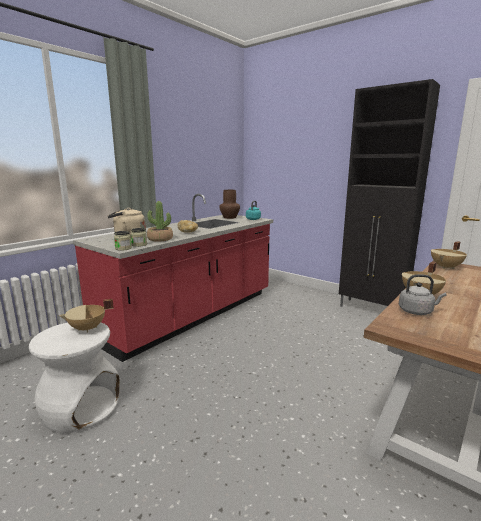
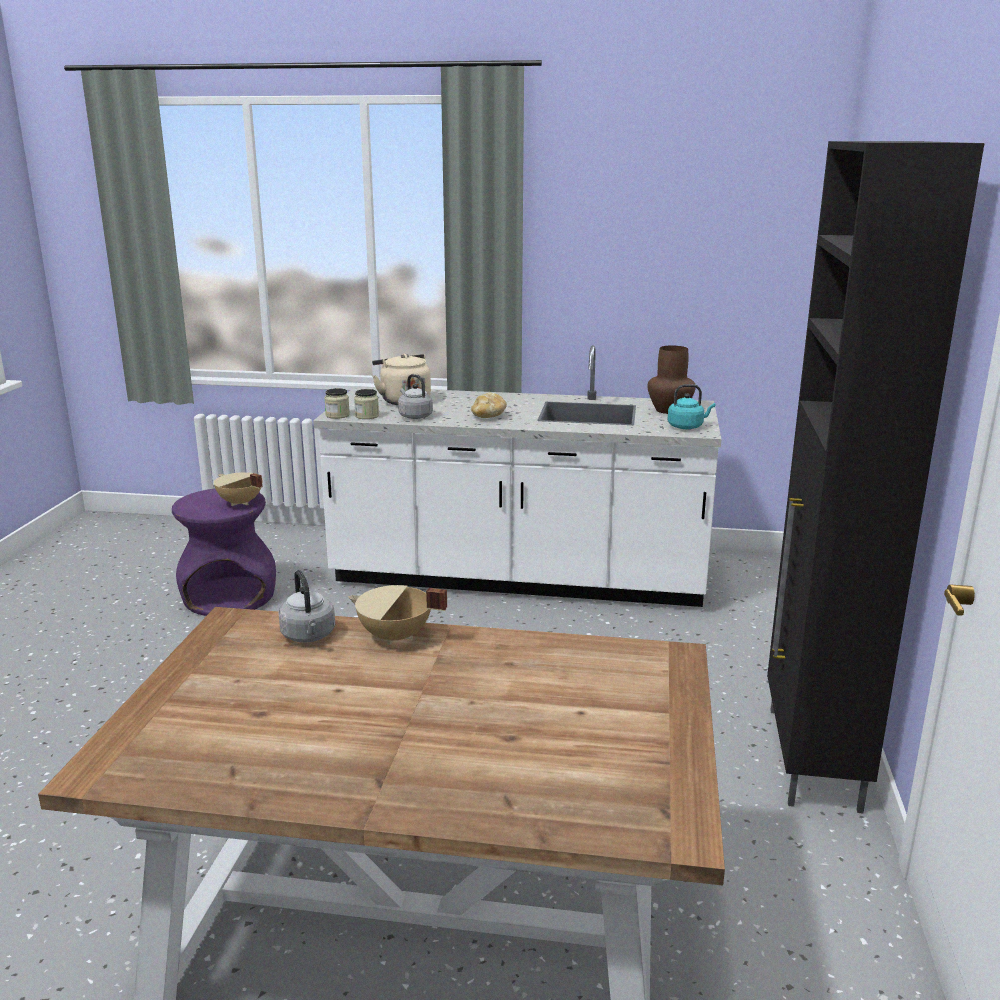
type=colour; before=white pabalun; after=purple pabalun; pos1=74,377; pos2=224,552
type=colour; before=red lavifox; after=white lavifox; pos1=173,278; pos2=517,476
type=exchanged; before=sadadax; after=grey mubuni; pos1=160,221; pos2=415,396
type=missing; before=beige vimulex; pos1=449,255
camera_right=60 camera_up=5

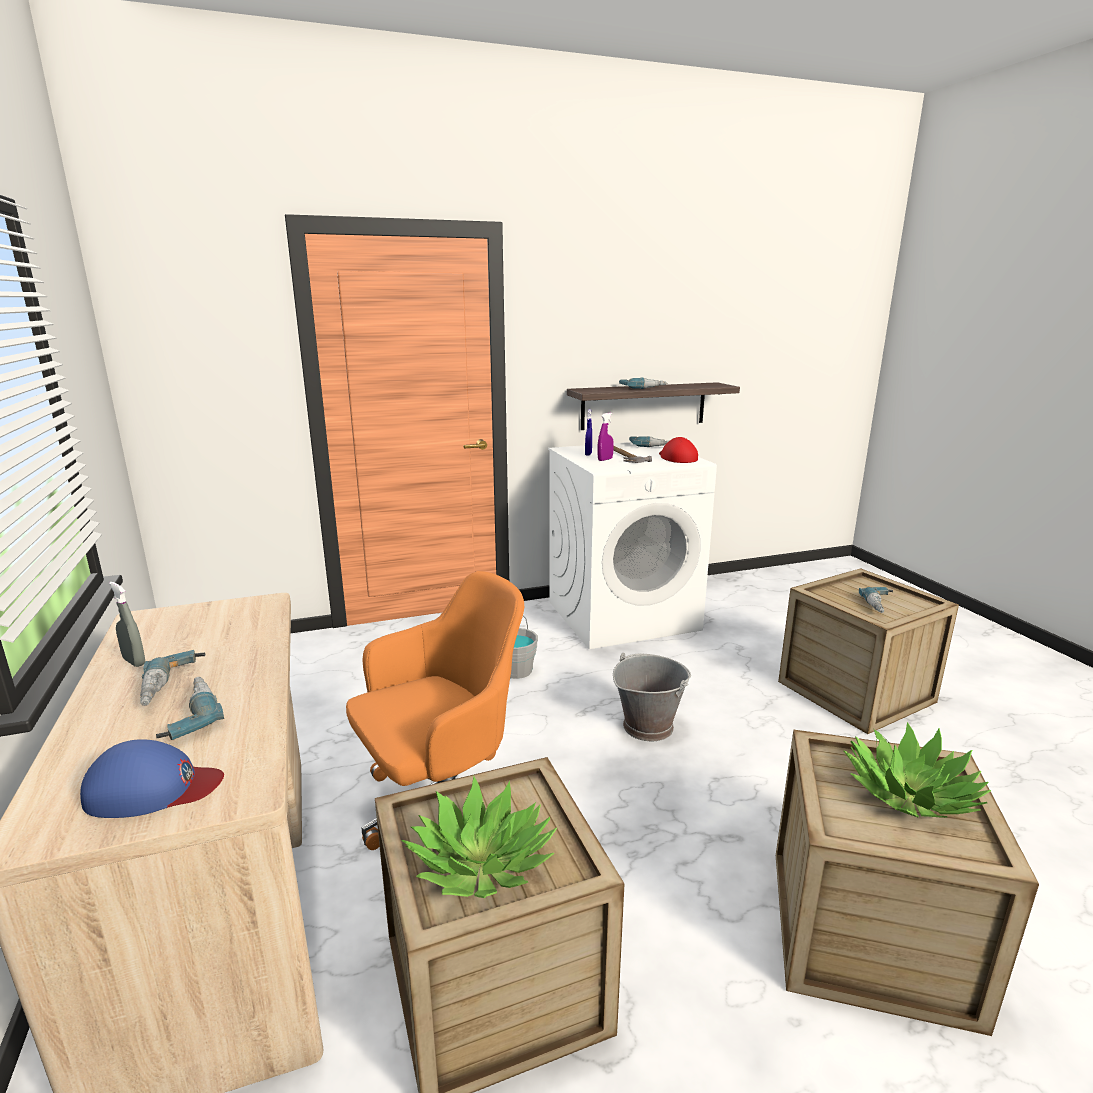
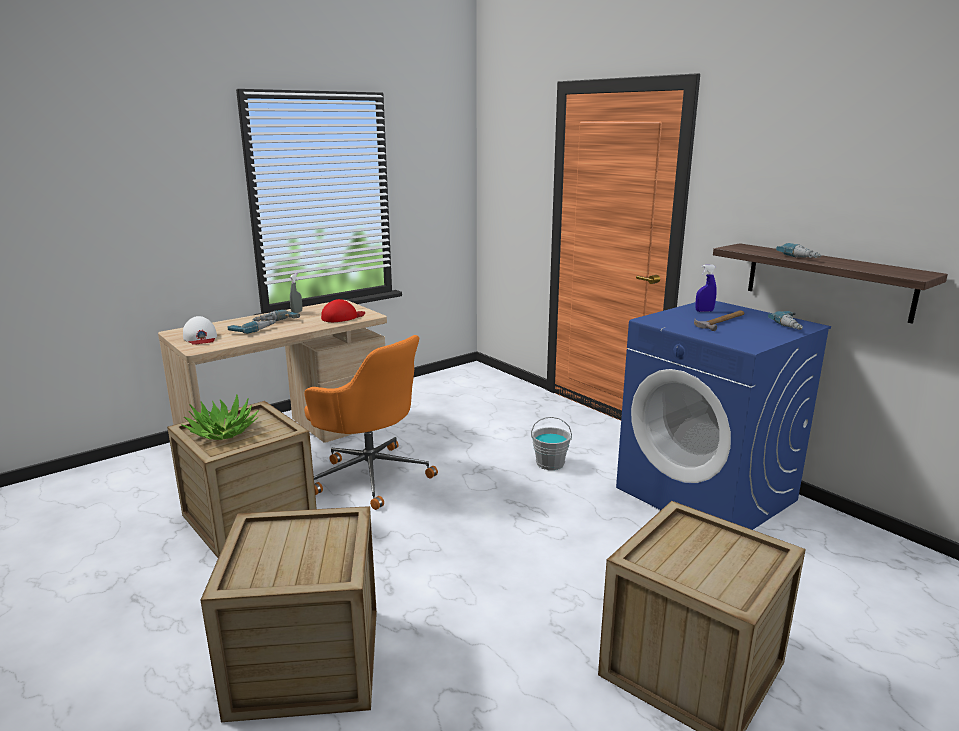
type=colour; before=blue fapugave; after=white fapugave; pos1=152,778; pos2=200,330
type=relocated; before=red fapugave; pos1=678,450; pos2=343,310
type=colour; before=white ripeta; after=blue ripeta; pos1=632,545; pos2=723,415
type=missing; before=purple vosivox; pos1=605,437
type=missing; before=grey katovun; pos1=652,697
type=missing; before=sadadax; pos1=917,770
type=missing; before=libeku; pos1=876,600
camera_right=70 camera_up=0

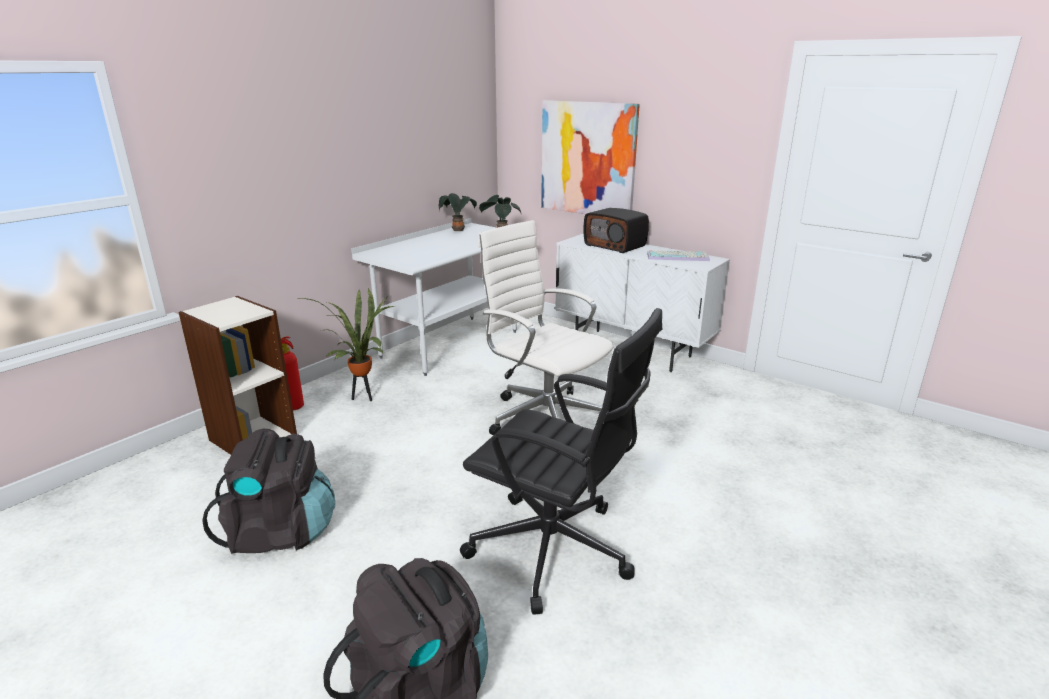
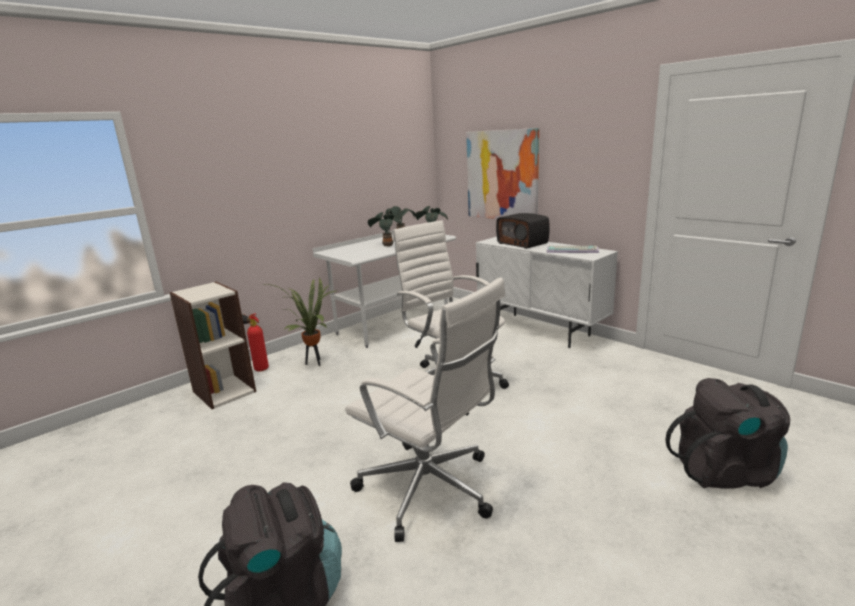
type=colour; before=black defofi; after=white defofi; pos1=561,461; pos2=425,410
type=appeared; after=sadadax; pos2=385,229
type=relocated; before=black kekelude; pos1=268,491; pos2=727,433
camera_right=10 camera_up=-5

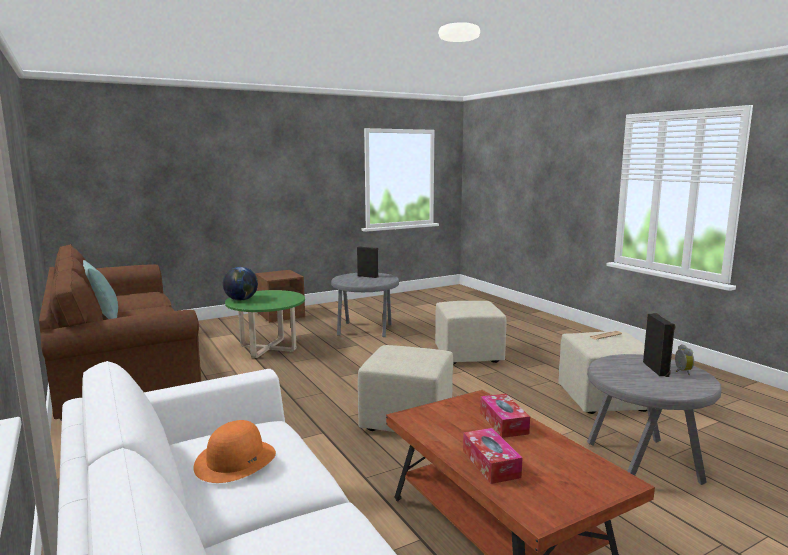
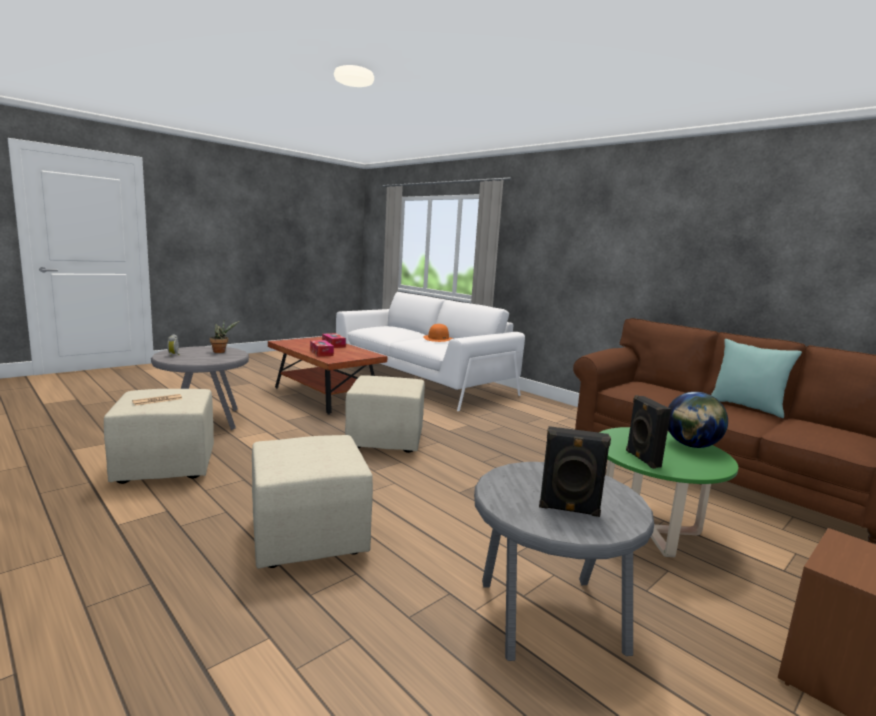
type=appeared; after=sadadax; pos2=225,337
type=relocated; before=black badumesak; pos1=659,345; pos2=648,432
camera_right=165 camera_up=0

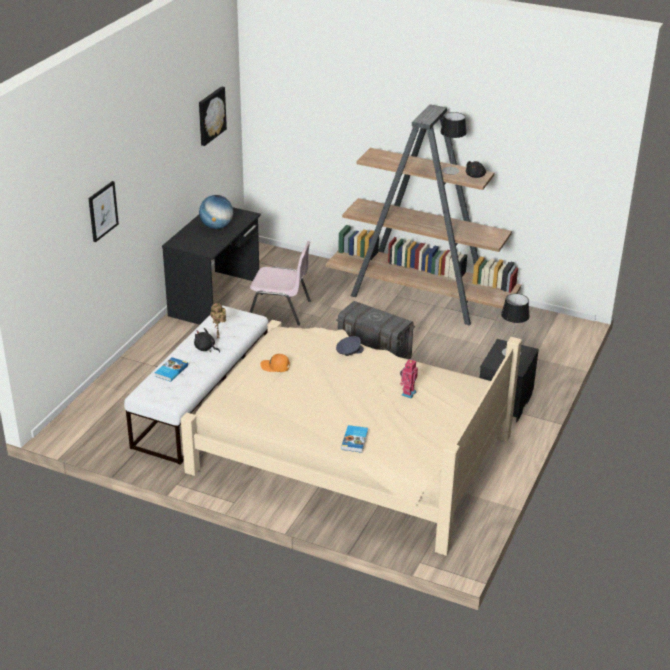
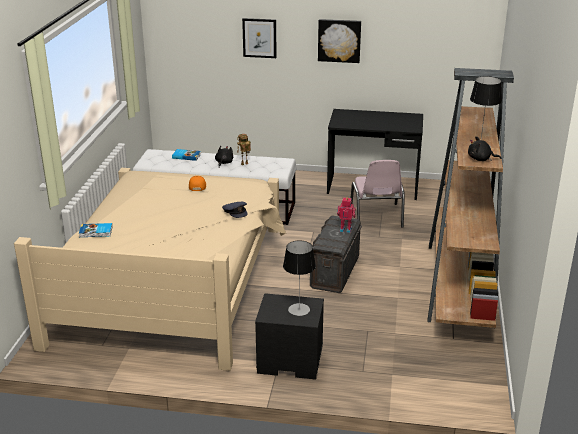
type=relocated; before=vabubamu; pos1=213,116; pos2=339,41
type=relocated; before=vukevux; pos1=409,378; pos2=346,215
type=missing; before=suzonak; pos1=216,212
camera_right=75 camera_up=-5

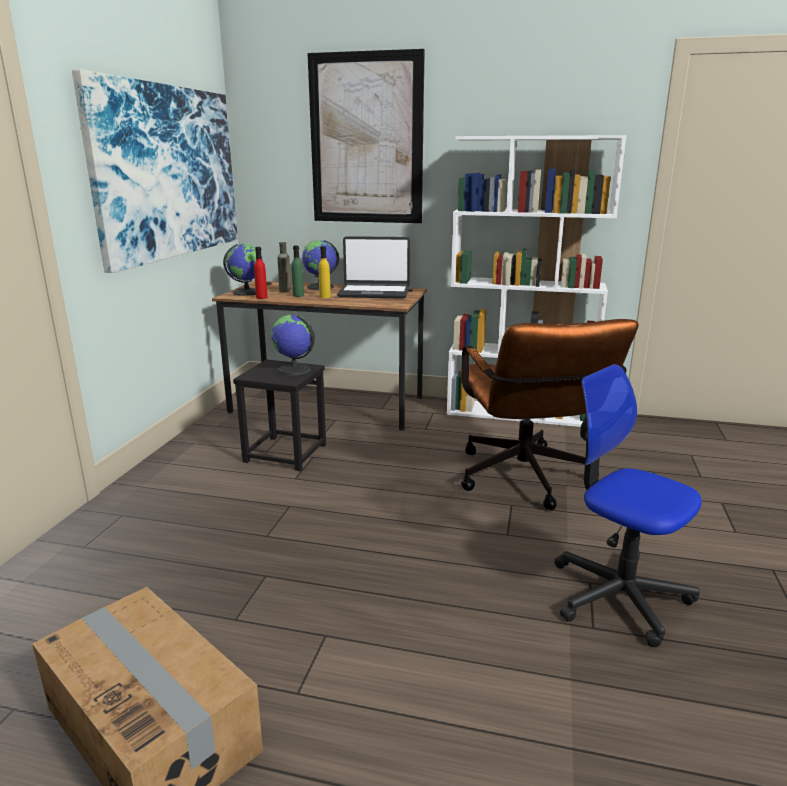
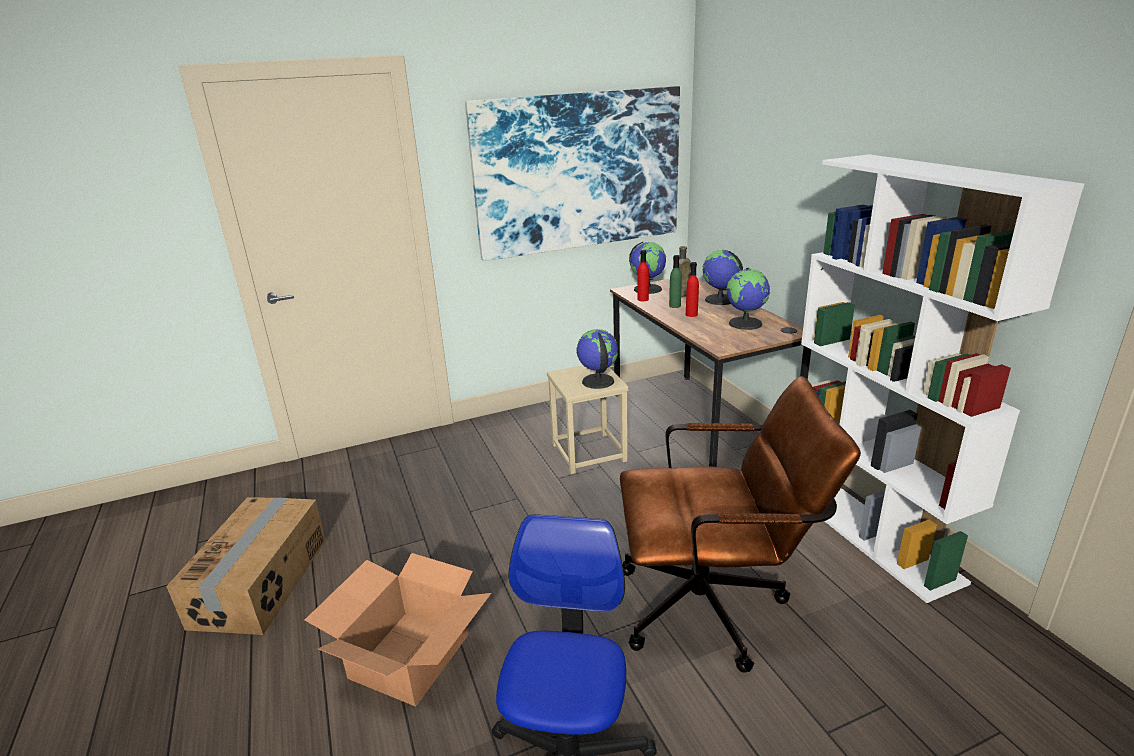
type=appeared; after=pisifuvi; pos2=398,629
type=colour; before=black pabalun; after=beige pabalun; pos1=279,415; pos2=588,419
type=spun; before=brown defofi; pos1=549,414; pos2=740,524; turn=-135
type=colour; before=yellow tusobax; after=red tusobax; pos1=324,272; pos2=692,289
type=exchanged; before=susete; after=suzonak; pos1=373,267; pos2=748,299
type=missing; before=vabubamu; pos1=366,136
camera_right=55 camera_up=5

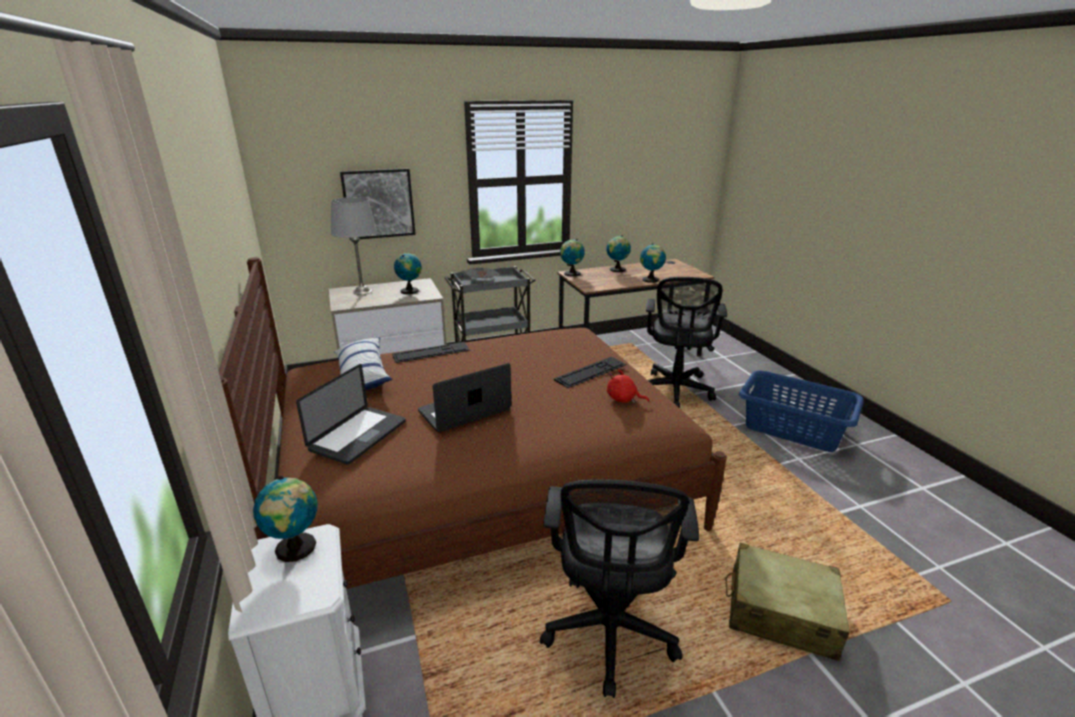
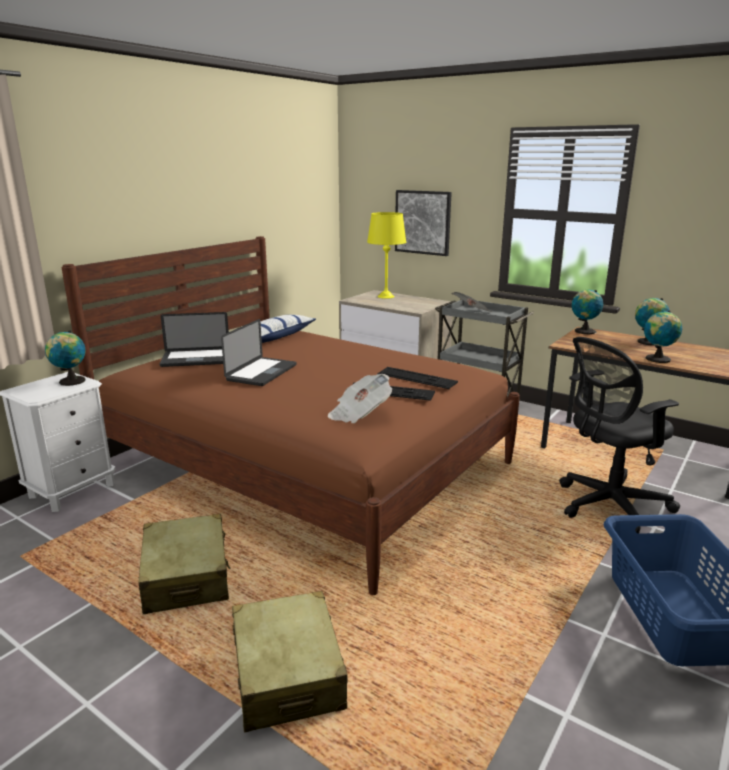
type=exchanged; before=black defofi; after=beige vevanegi; pos1=619,588; pos2=184,564
type=spun; before=susete; pos1=464,397; pos2=259,352; turn=90
type=exchanged; before=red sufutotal; after=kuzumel; pos1=628,386; pos2=360,398
type=colour; before=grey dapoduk; after=yellow dapoduk; pos1=354,246; pos2=386,255
type=relocated; before=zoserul; pos1=431,352; pos2=417,378
type=missing; before=suzonak; pos1=408,273
camera_right=55 camera_up=-5

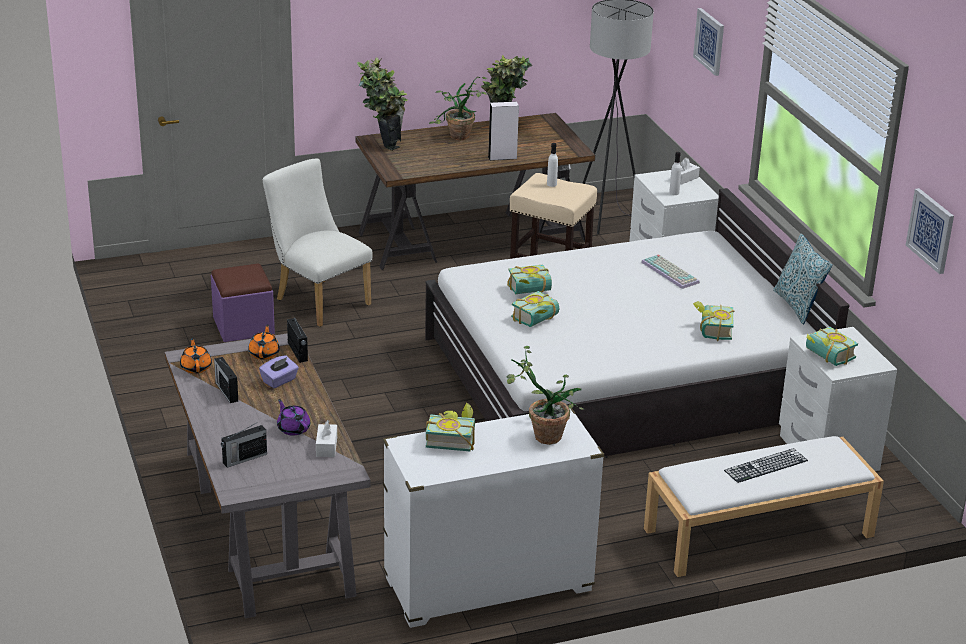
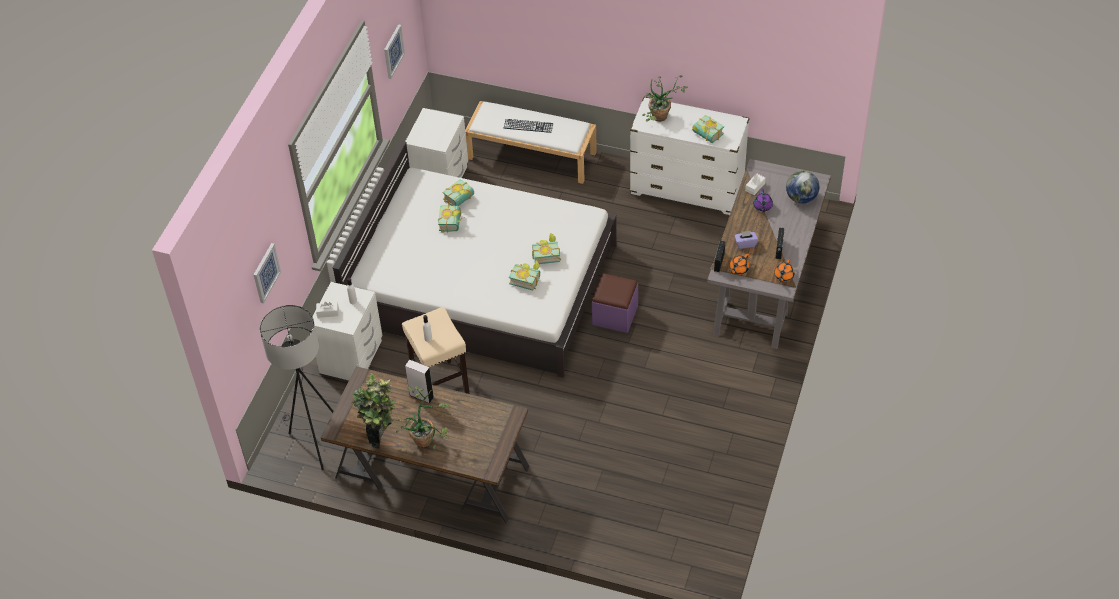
type=relocated; before=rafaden; pos1=832,346; pos2=451,218
type=relocated; before=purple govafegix; pos1=243,303; pos2=615,303
type=exchanged; before=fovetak; after=suzonak; pos1=244,445; pos2=802,187
type=missing; before=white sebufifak; pos1=318,243
type=missing; before=sadadax; pos1=382,104
type=missing; before=zoserul; pos1=670,271
type=missing; before=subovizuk; pos1=802,279
camera_right=-140 camera_up=20

